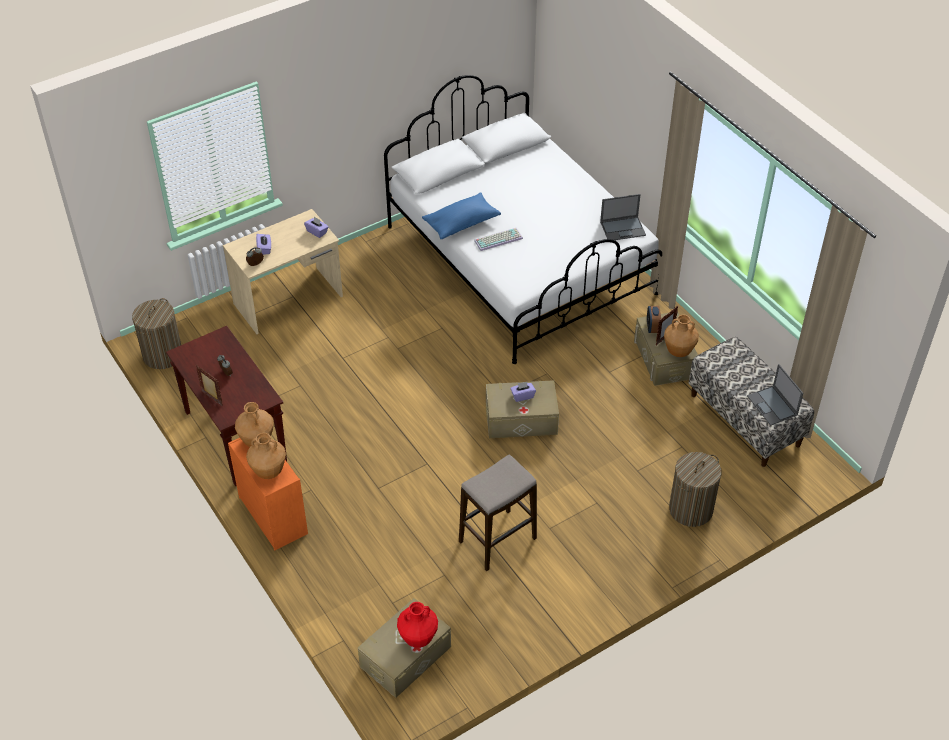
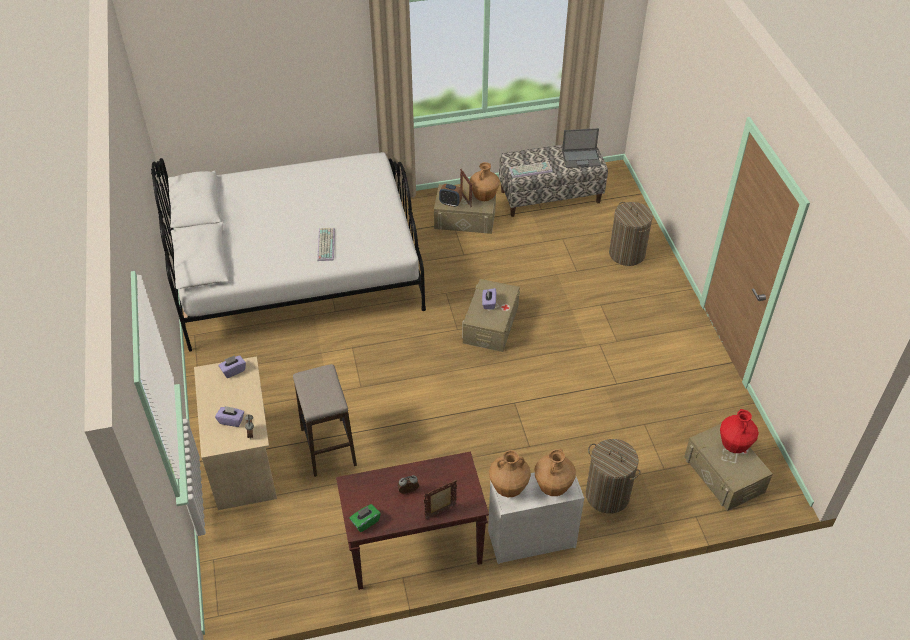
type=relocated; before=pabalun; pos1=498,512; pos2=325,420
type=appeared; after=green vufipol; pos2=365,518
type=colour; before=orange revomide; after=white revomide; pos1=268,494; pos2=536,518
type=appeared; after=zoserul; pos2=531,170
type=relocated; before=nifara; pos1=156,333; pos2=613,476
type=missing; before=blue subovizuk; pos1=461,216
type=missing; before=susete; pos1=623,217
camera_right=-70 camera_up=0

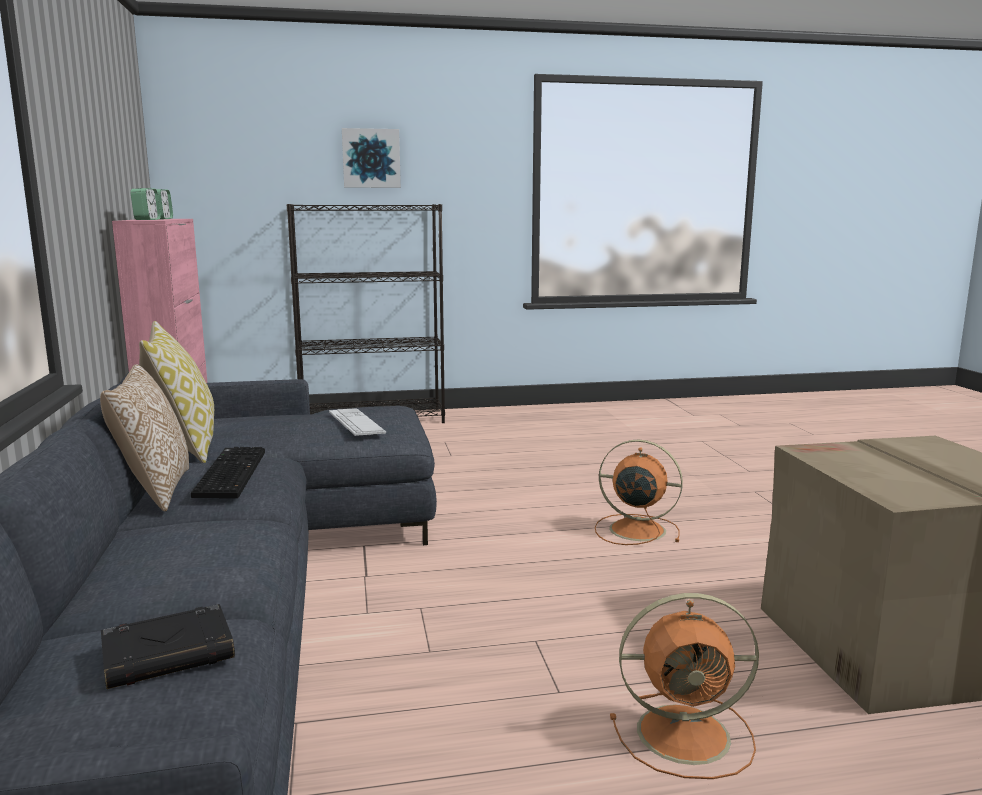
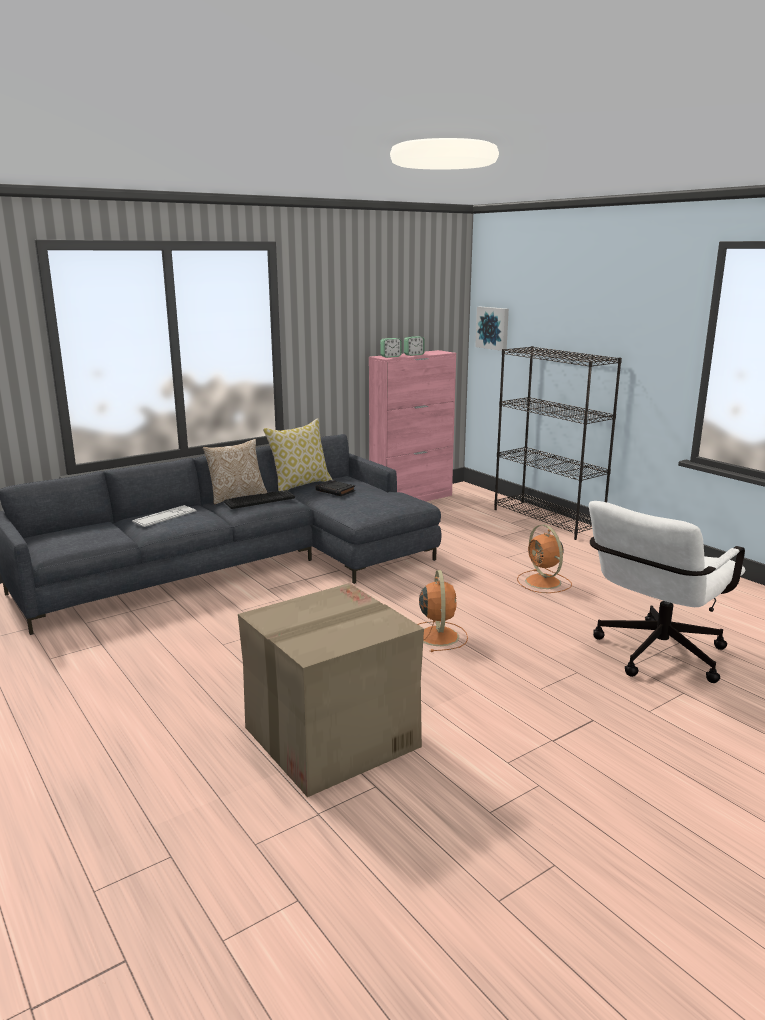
type=relocated; before=zoserul; pos1=357,422; pos2=164,516
type=relocated; before=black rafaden; pos1=168,646; pos2=335,488
type=relocated; before=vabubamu; pos1=371,158; pos2=492,329
type=relocated; before=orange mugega; pos1=684,686; pos2=544,558
type=appeared; after=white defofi; pos2=667,592
camera_right=65 camera_up=5

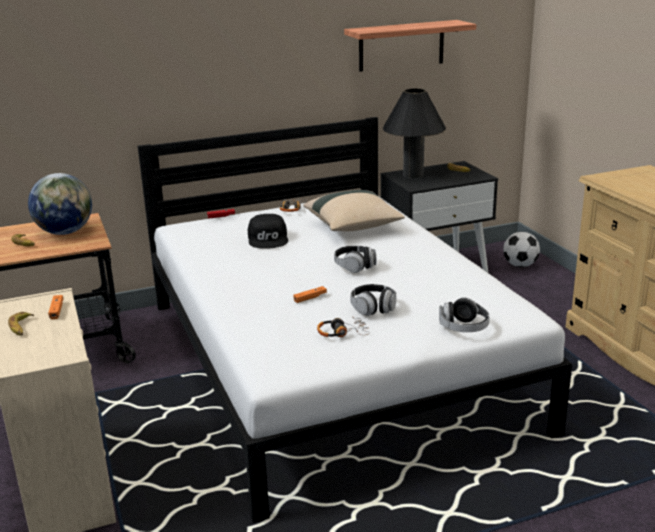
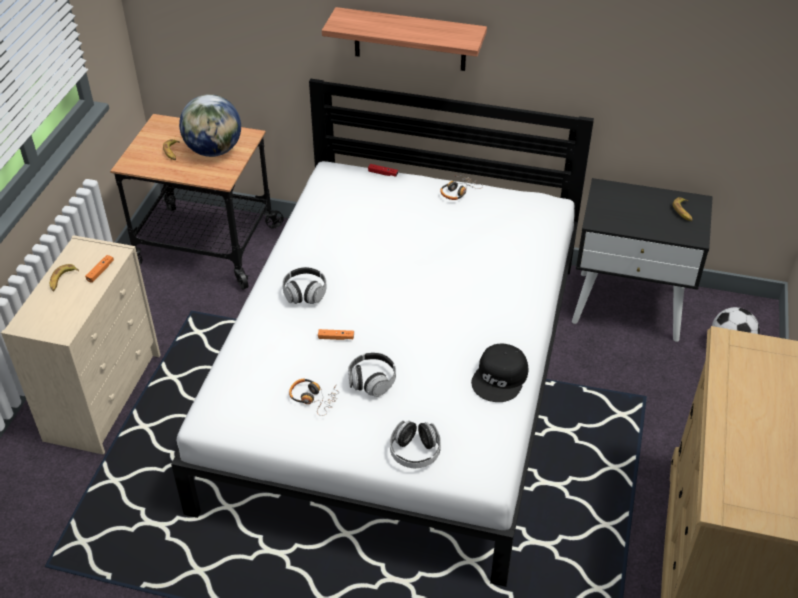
type=relocated; before=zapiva; pos1=355,259; pos2=304,285
type=relocated; before=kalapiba; pos1=410,46; pos2=404,39
type=relocated; before=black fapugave; pos1=268,231; pos2=499,373
type=missing; before=beige subovizuk; pos1=354,210
type=missing; before=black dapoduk; pos1=414,134
camera_right=35 camera_up=20

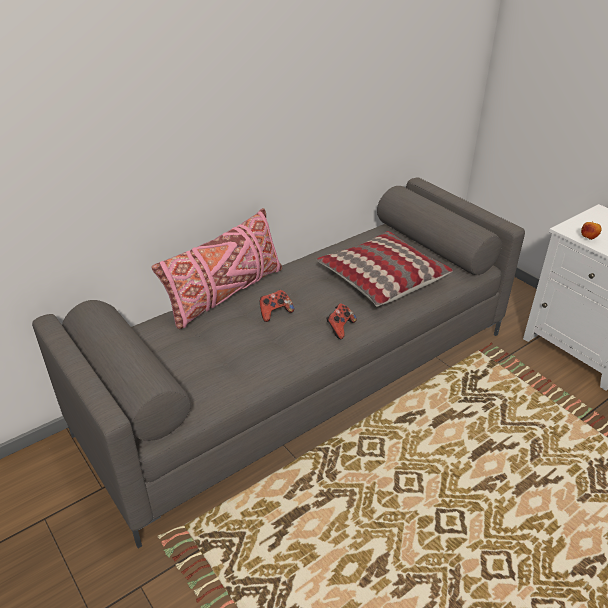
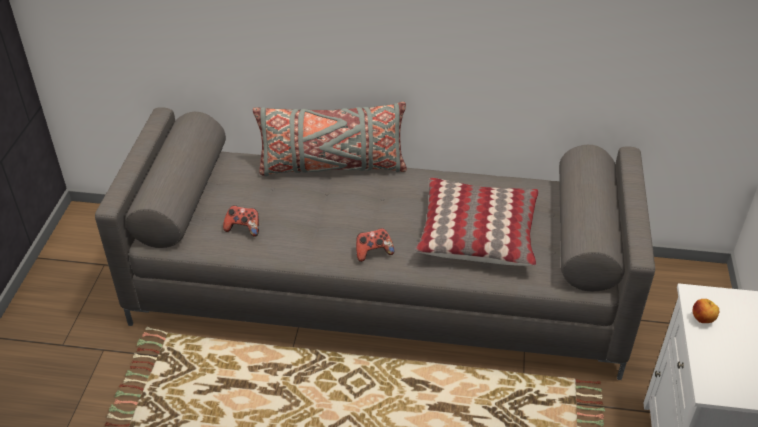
type=relocated; before=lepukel; pos1=276,306; pos2=241,221
type=colour; before=pink subovizuk; after=grey subovizuk; pos1=216,268; pos2=330,138
camera_right=45 camera_up=5

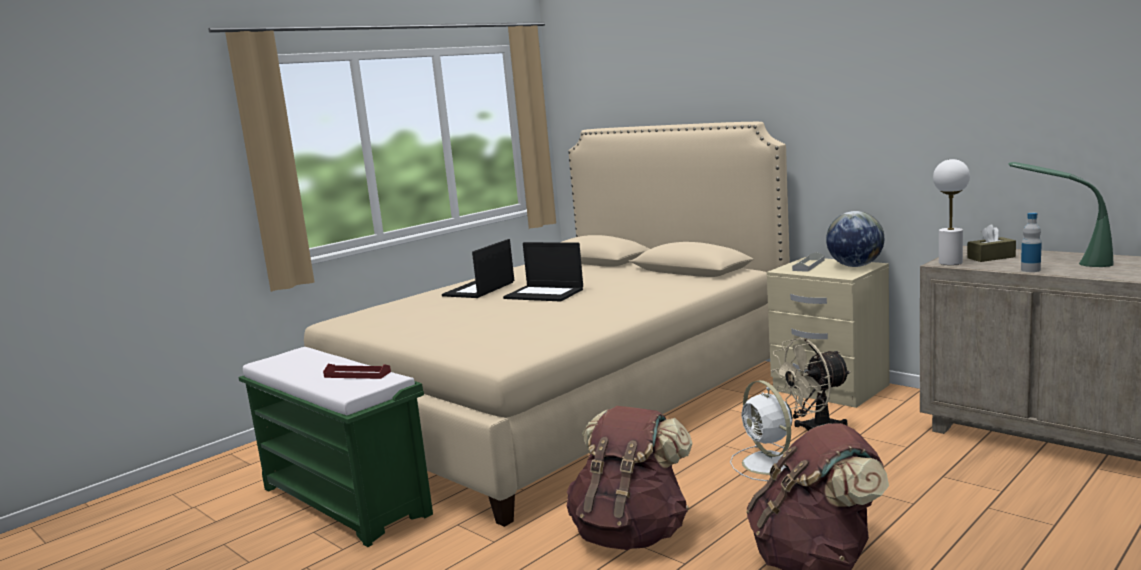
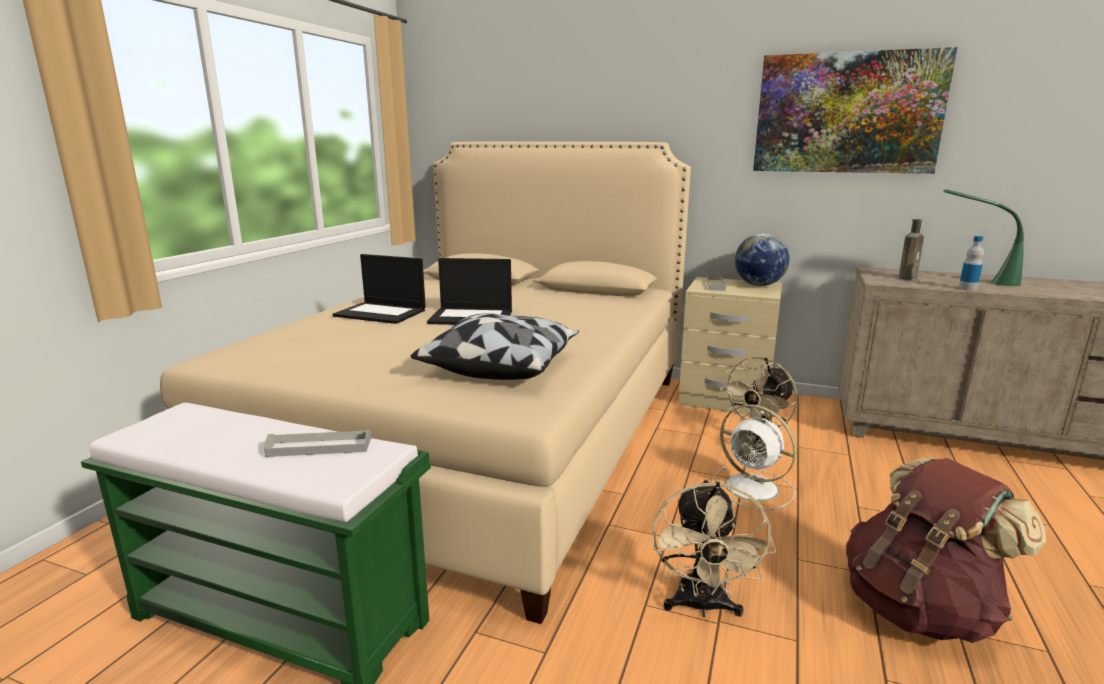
type=colour; before=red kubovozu; after=grey kubovozu; pos1=357,371; pos2=317,443
type=spun; before=susete; pos1=478,268; pos2=379,289; turn=-75
type=appeared; after=subovizuk; pos2=495,346
type=exchanged; before=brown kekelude; after=beige mugega; pos1=629,478; pos2=714,548
type=appeared; after=vabubamu; pos2=855,110
type=exchanged; before=brown vufipol; after=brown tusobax; pos1=991,243; pos2=911,249
type=missing; before=white dapoduk; pos1=951,212
camera_right=-25 camera_up=5

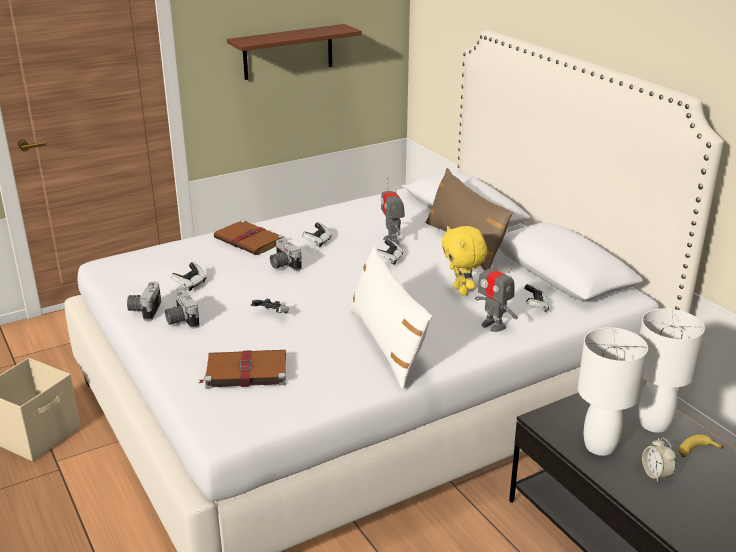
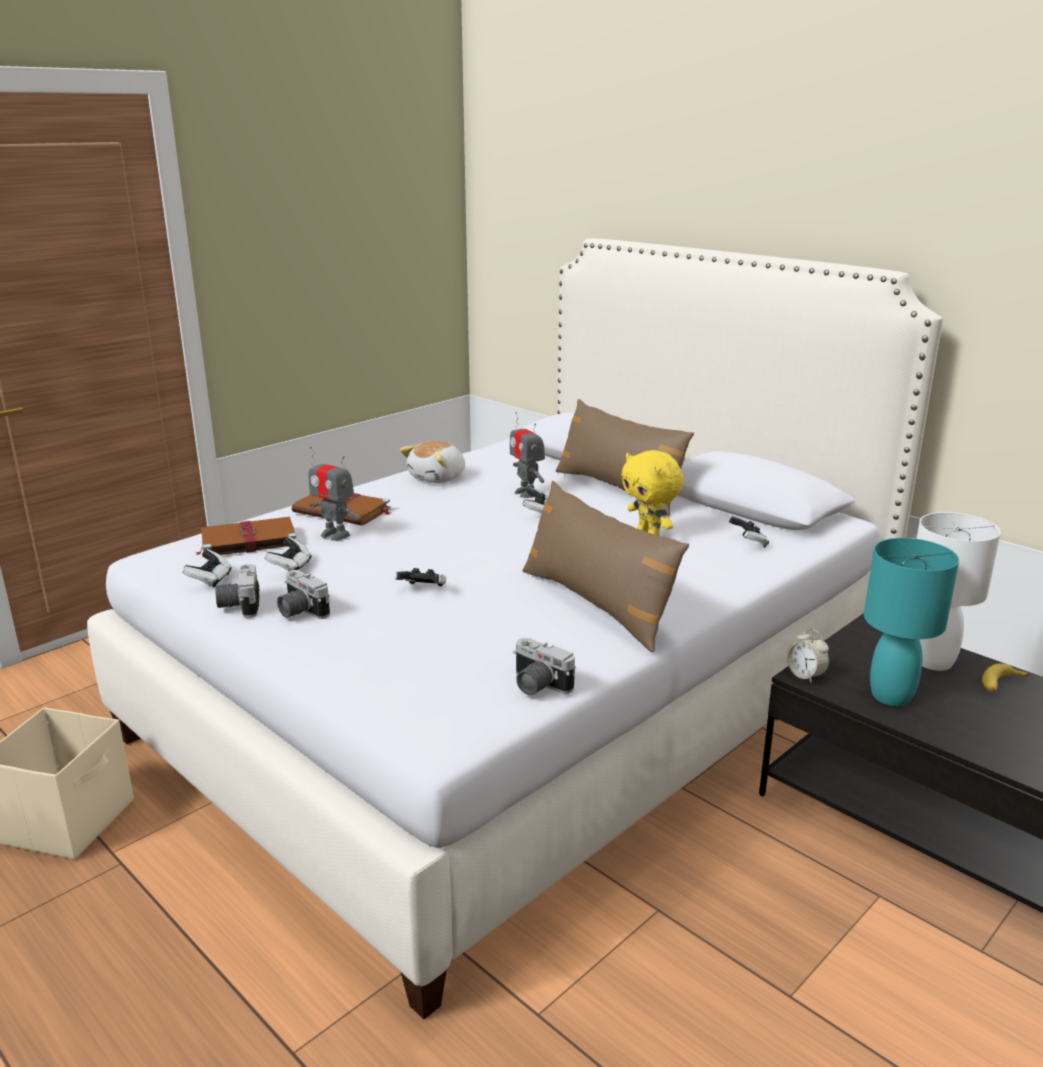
type=relocated; before=lepukel; pos1=317,234; pos2=207,568
type=relocated; before=brown rafaden; pos1=242,369; pos2=246,536
type=relocated; before=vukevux; pos1=496,293; pos2=334,494
type=appeared; after=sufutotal; pos2=432,462
type=relocated; before=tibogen; pos1=286,255; pos2=544,667
type=colour; before=white subovizuk; after=brown subovizuk; pos1=390,317; pos2=605,567
type=relocated; before=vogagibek; pos1=659,460; pos2=808,656
type=colour; before=white dapoduk; after=turquoise dapoduk; pos1=613,391; pos2=911,622
type=missing; before=brown kalapiba; pos1=294,52
camera_right=-15 camera_up=-5

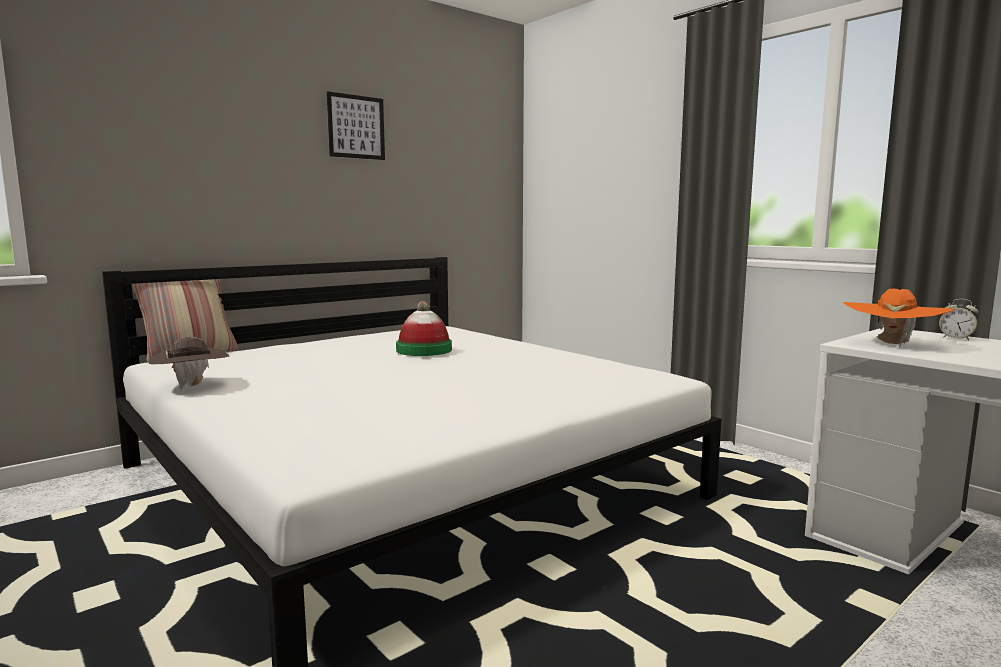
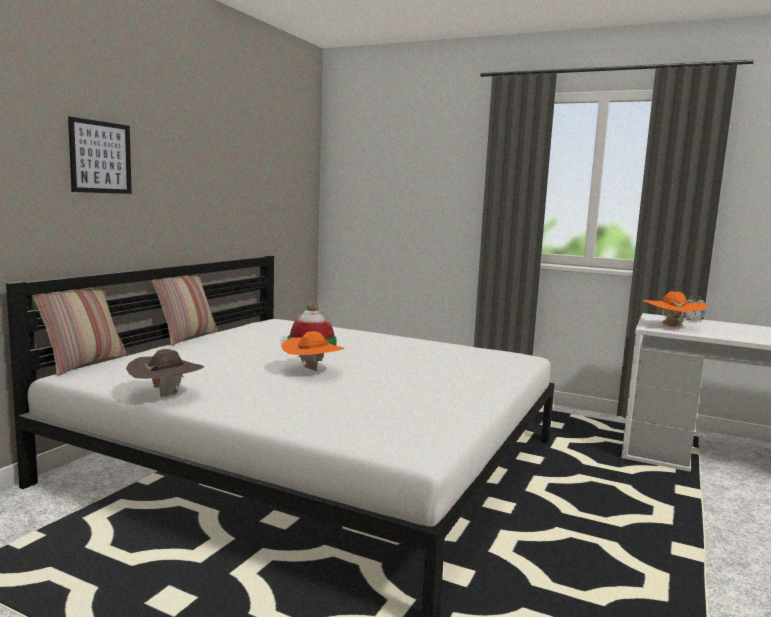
type=relocated; before=vabubamu; pos1=356,125; pos2=100,155
type=appeared; after=subovizuk; pos2=184,310
type=appeared; after=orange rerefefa; pos2=313,351
camera_right=-25 camera_up=0

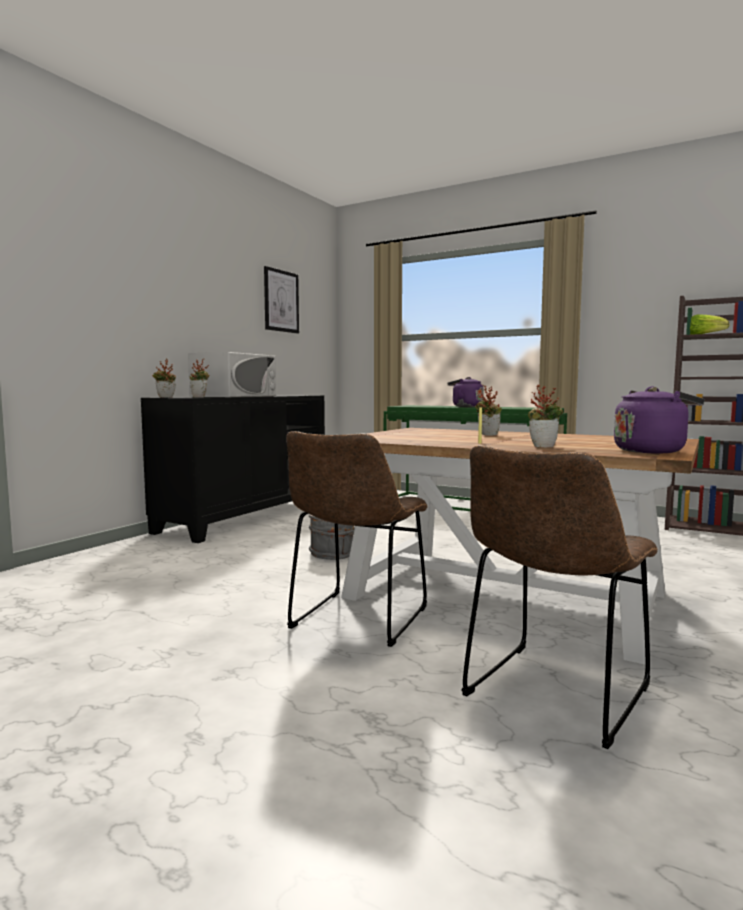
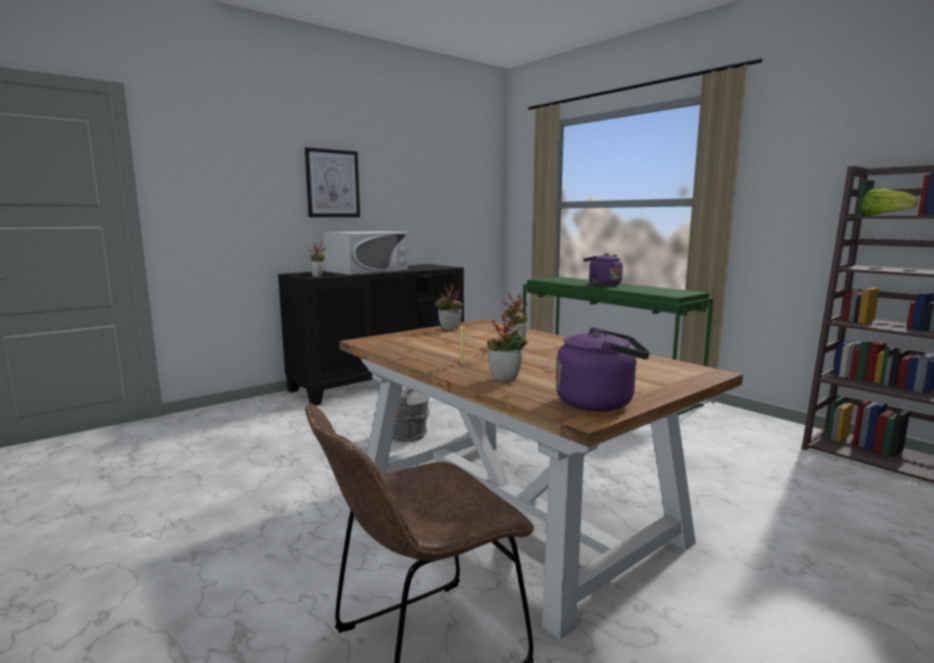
type=relocated; before=vabubamu; pos1=281,300; pos2=332,182
type=relocated; before=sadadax; pos1=164,378; pos2=449,307
type=missing; before=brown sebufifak; pos1=357,539
camera_right=20 camera_up=5

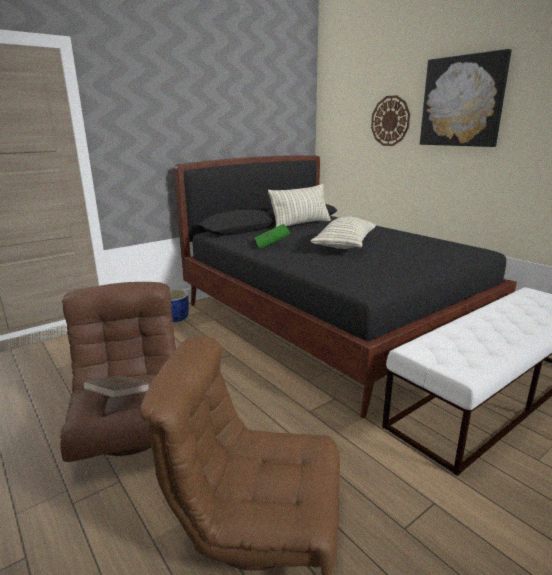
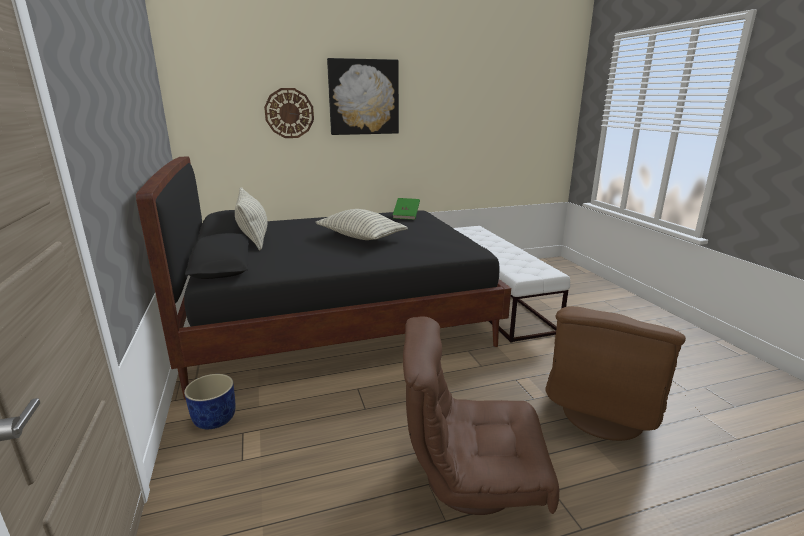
type=relocated; before=green rafaden; pos1=272,236; pos2=406,209
type=missing; before=brown rafaden; pos1=116,387
camera_right=-70 camera_up=0

